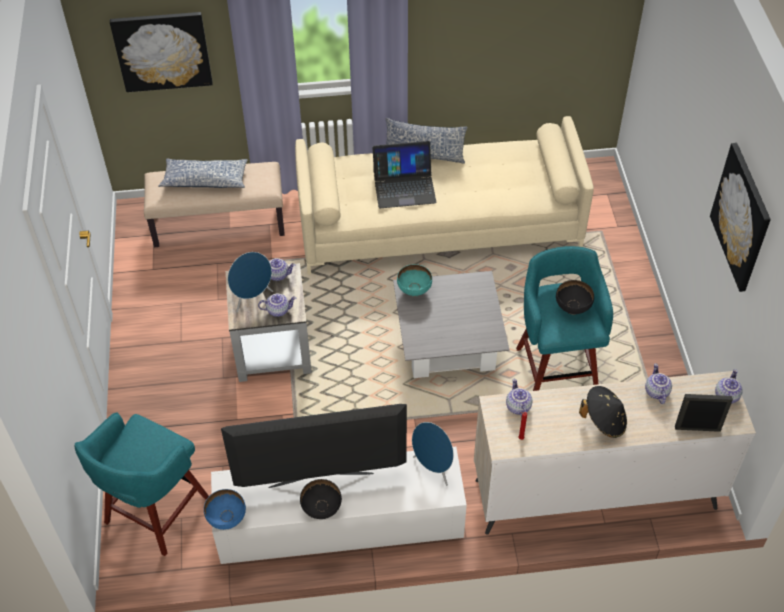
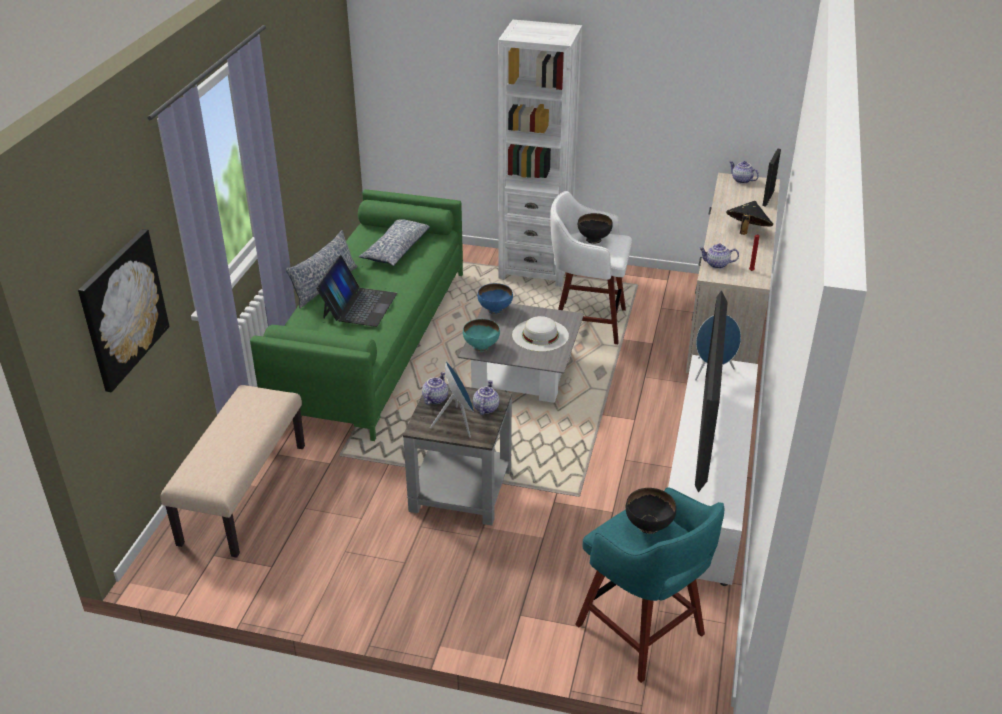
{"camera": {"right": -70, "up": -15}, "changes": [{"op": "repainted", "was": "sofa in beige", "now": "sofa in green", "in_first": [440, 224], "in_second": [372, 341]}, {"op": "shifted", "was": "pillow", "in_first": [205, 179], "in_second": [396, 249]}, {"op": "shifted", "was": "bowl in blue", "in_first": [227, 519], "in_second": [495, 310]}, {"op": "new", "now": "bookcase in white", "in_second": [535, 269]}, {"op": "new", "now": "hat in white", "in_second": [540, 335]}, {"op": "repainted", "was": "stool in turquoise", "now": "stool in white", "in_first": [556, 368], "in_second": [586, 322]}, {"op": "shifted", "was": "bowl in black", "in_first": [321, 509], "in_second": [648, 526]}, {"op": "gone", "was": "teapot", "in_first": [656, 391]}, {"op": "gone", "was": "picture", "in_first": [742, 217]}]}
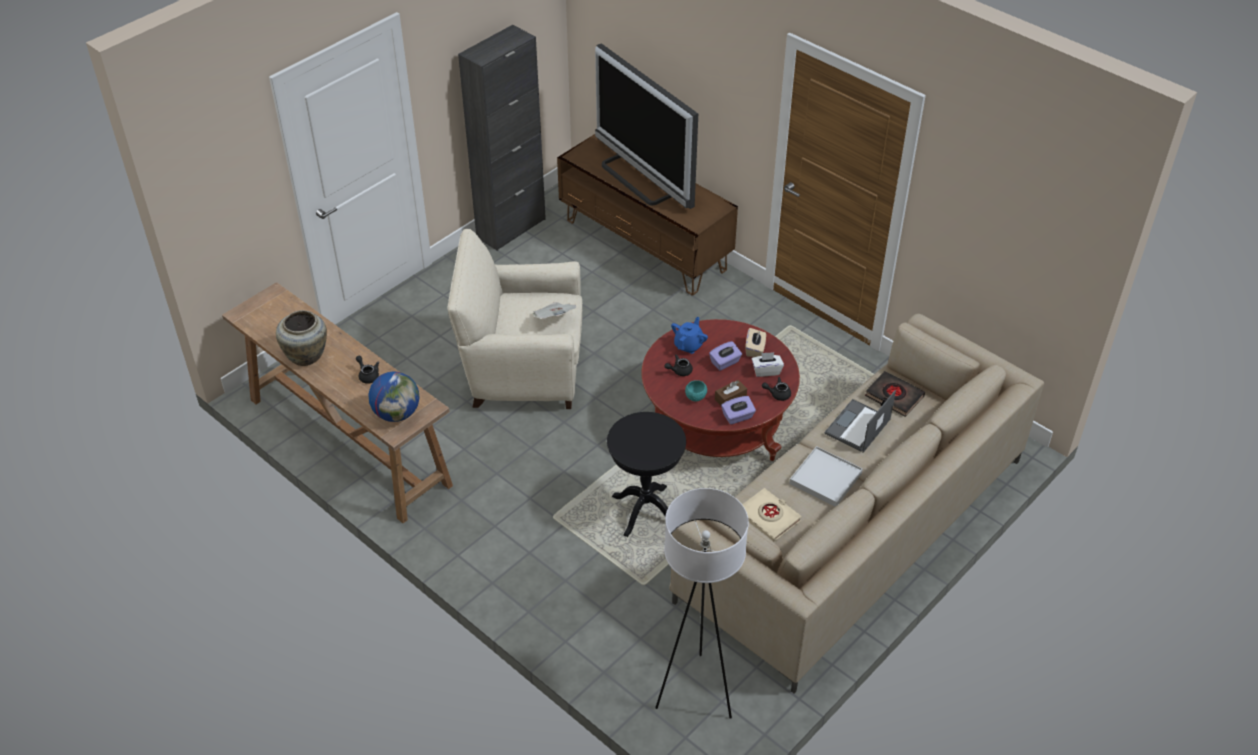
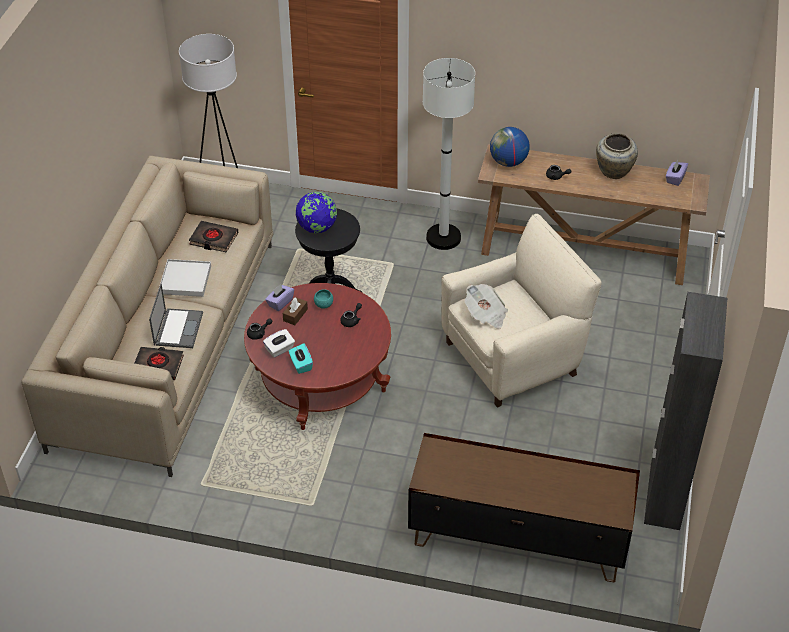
{"camera": {"right": 150, "up": 0}, "changes": [{"op": "repainted", "was": "book in beige", "now": "book in black", "in_first": [769, 517], "in_second": [213, 239]}, {"op": "repainted", "was": "tissue box in beige", "now": "tissue box in turquoise", "in_first": [755, 349], "in_second": [301, 365]}, {"op": "new", "now": "globe", "in_second": [317, 228]}, {"op": "new", "now": "floor lamp in white", "in_second": [443, 238]}, {"op": "shifted", "was": "tissue box in purple", "in_first": [725, 362], "in_second": [675, 178]}, {"op": "gone", "was": "television", "in_first": [640, 179]}, {"op": "gone", "was": "teapot in blue", "in_first": [689, 345]}]}
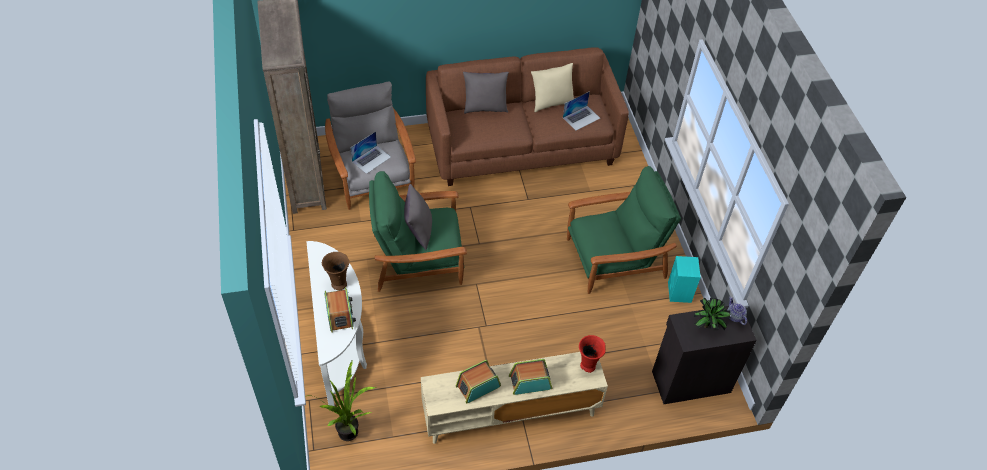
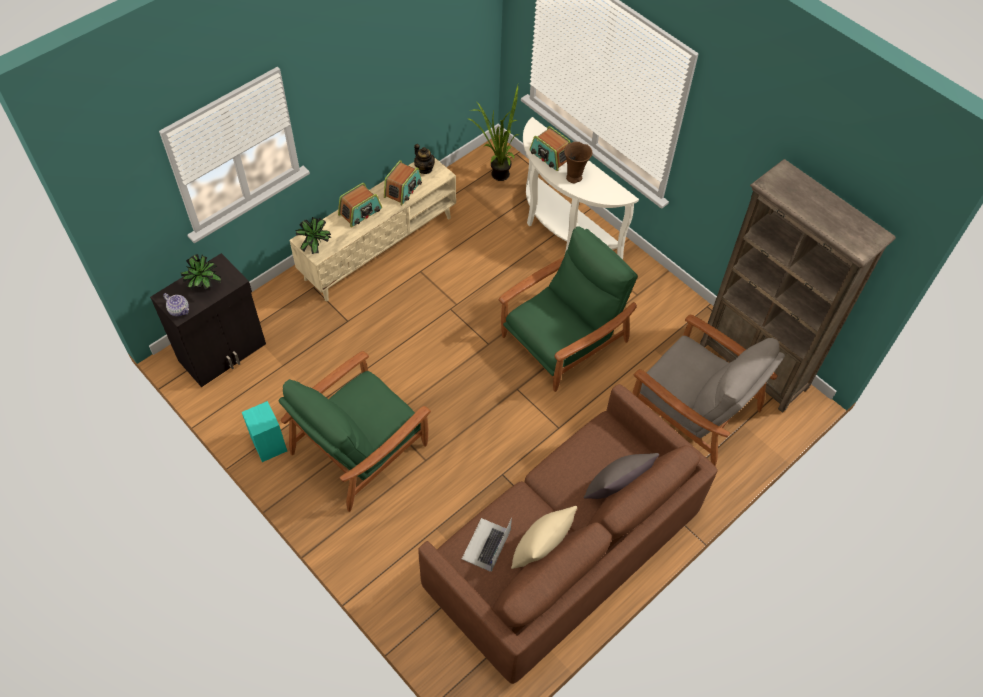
{"camera": {"right": 150, "up": 5}, "changes": [{"op": "swapped", "was": "vase in red", "now": "potted plant", "in_first": [588, 366], "in_second": [315, 247]}, {"op": "new", "now": "teapot", "in_second": [424, 168]}, {"op": "gone", "was": "laptop", "in_first": [371, 159]}, {"op": "gone", "was": "pillow in grey", "in_first": [418, 231]}]}
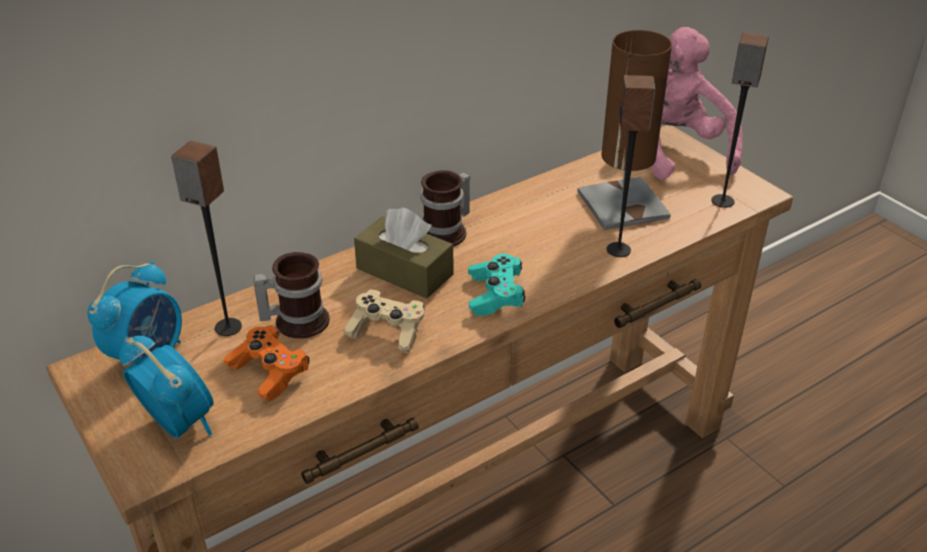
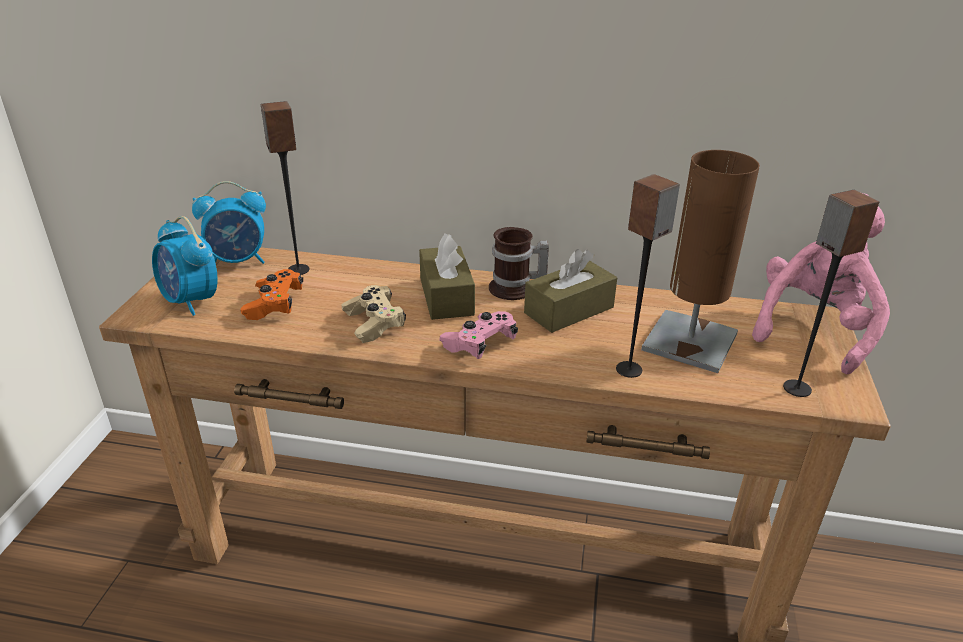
{"camera": {"right": 45, "up": -5}, "changes": [{"op": "rotated", "was": "alarm clock", "in_first": [177, 423], "in_second": [191, 301], "clockwise": 135}, {"op": "repainted", "was": "game controller in turquoise", "now": "game controller in pink", "in_first": [495, 295], "in_second": [479, 344]}, {"op": "new", "now": "tissue box in brown", "in_second": [569, 310]}, {"op": "gone", "was": "mug", "in_first": [296, 320]}]}
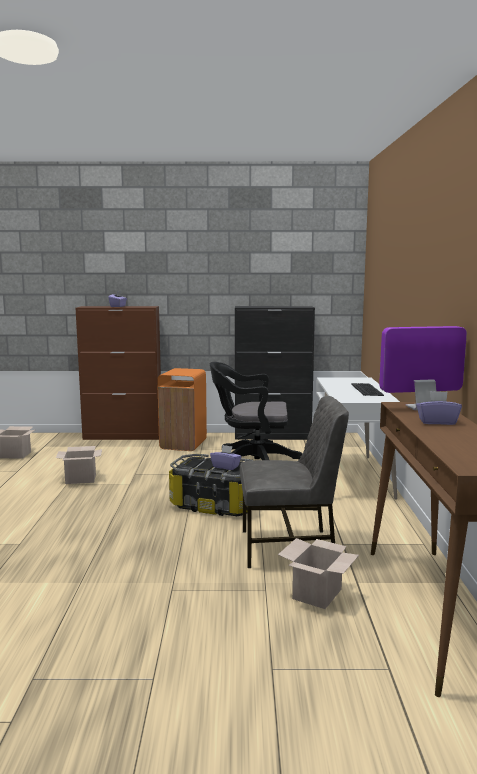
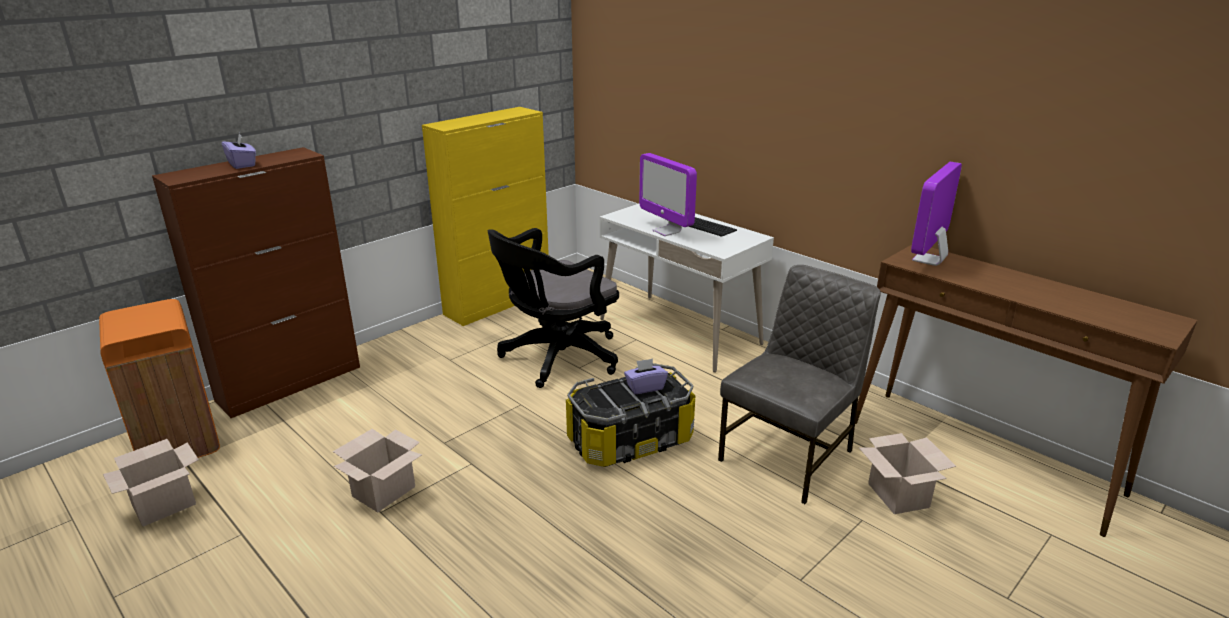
{"camera": {"right": -45, "up": 15}, "changes": [{"op": "shifted", "was": "trash can in orange", "in_first": [184, 444], "in_second": [180, 442]}, {"op": "repainted", "was": "cabinet in black", "now": "cabinet in yellow", "in_first": [273, 436], "in_second": [498, 302]}, {"op": "new", "now": "monitor", "in_second": [667, 231]}, {"op": "gone", "was": "tissue box in purple", "in_first": [437, 422]}]}
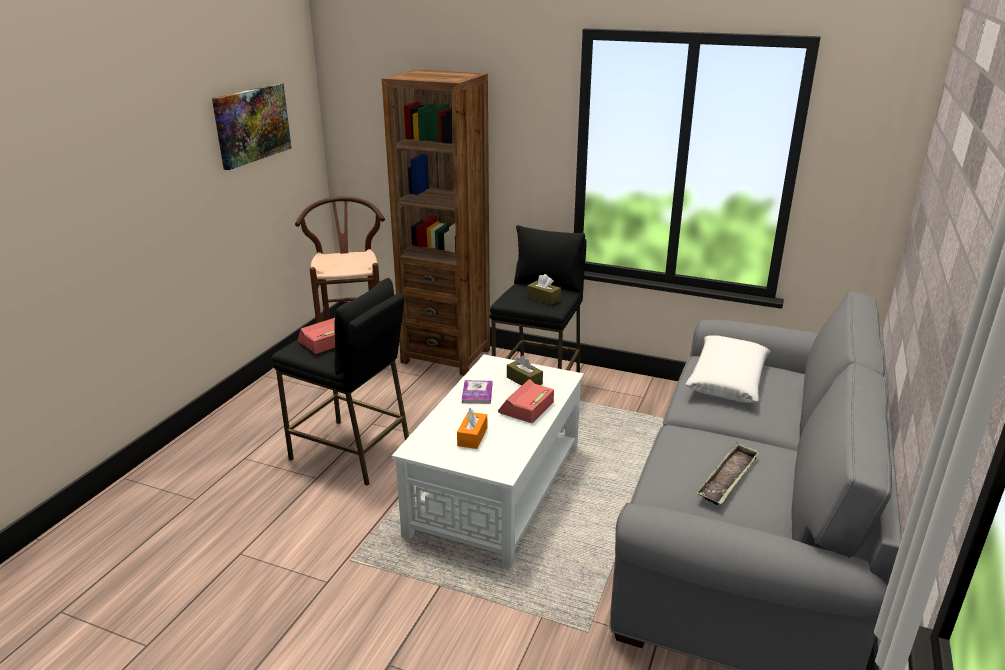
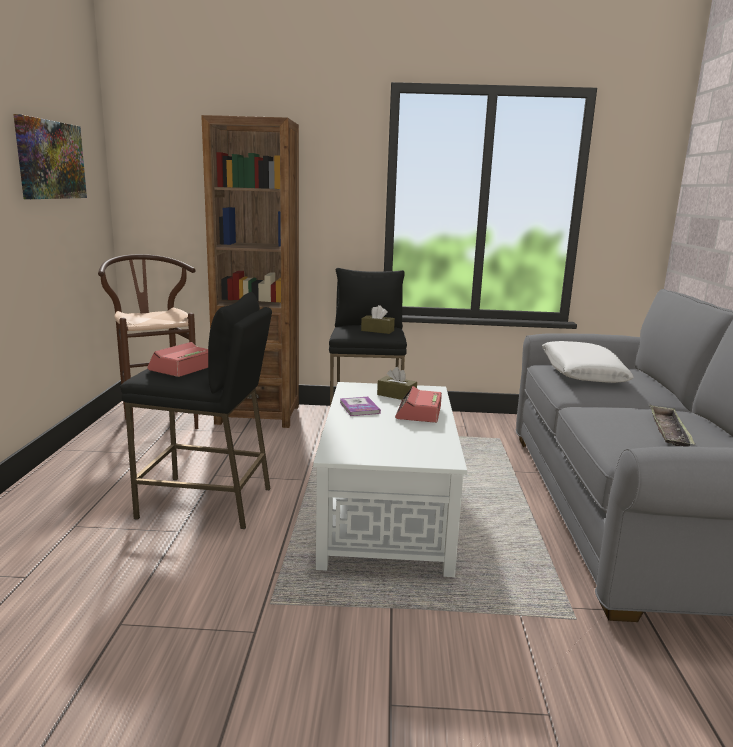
{"camera": {"right": -20, "up": -10}, "changes": [{"op": "gone", "was": "tissue box in orange", "in_first": [472, 437]}]}
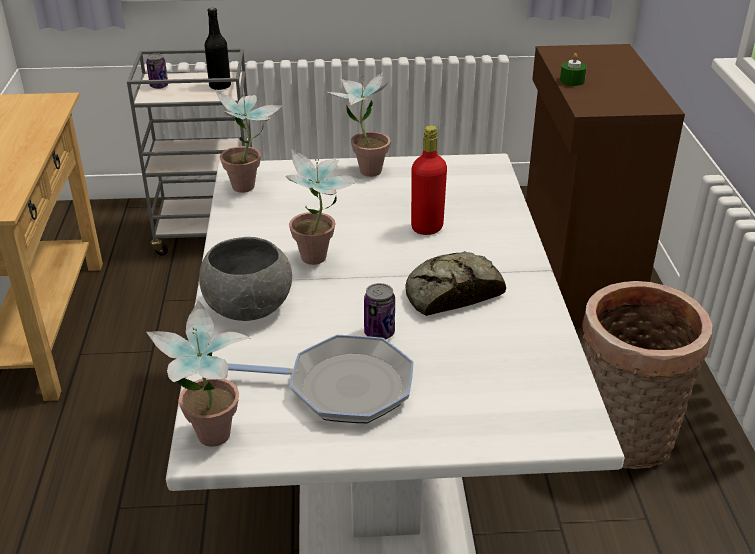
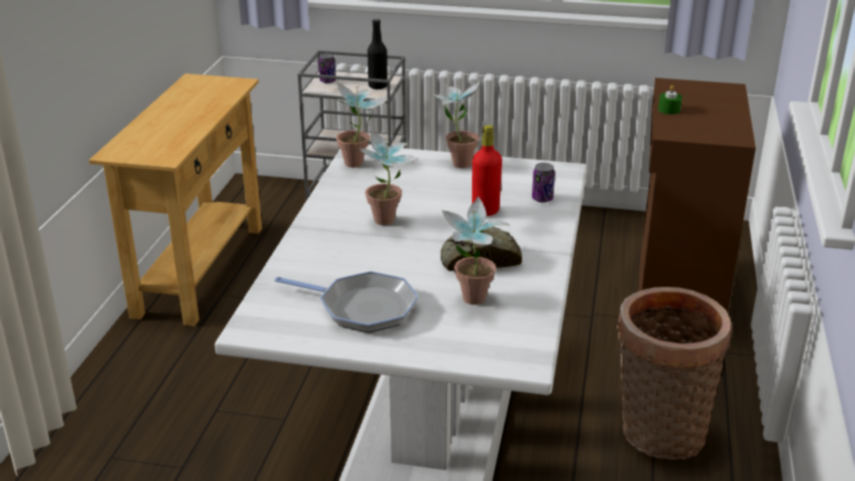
{"camera": {"right": 15, "up": -5}, "changes": [{"op": "shifted", "was": "potted plant", "in_first": [212, 444], "in_second": [472, 303]}, {"op": "shifted", "was": "can", "in_first": [379, 333], "in_second": [542, 199]}, {"op": "gone", "was": "bowl in grey", "in_first": [249, 307]}]}
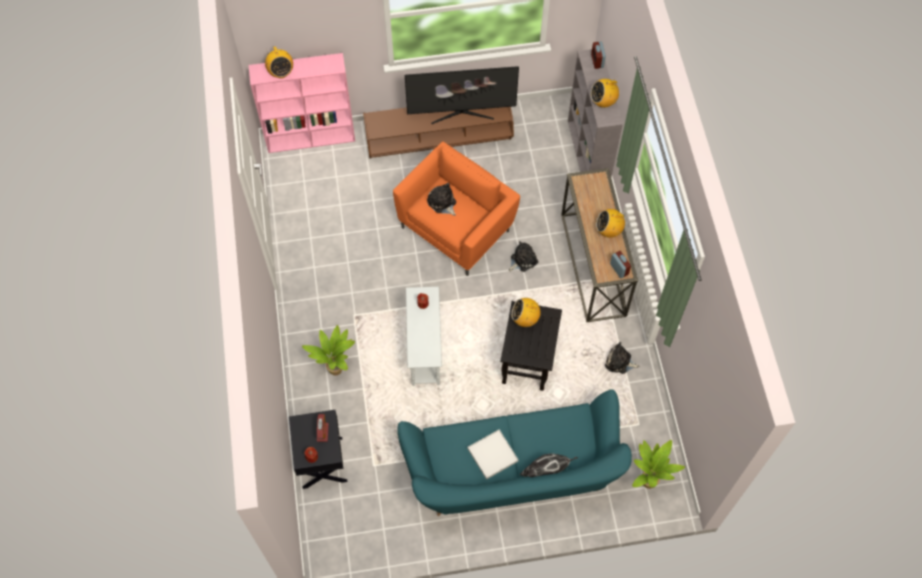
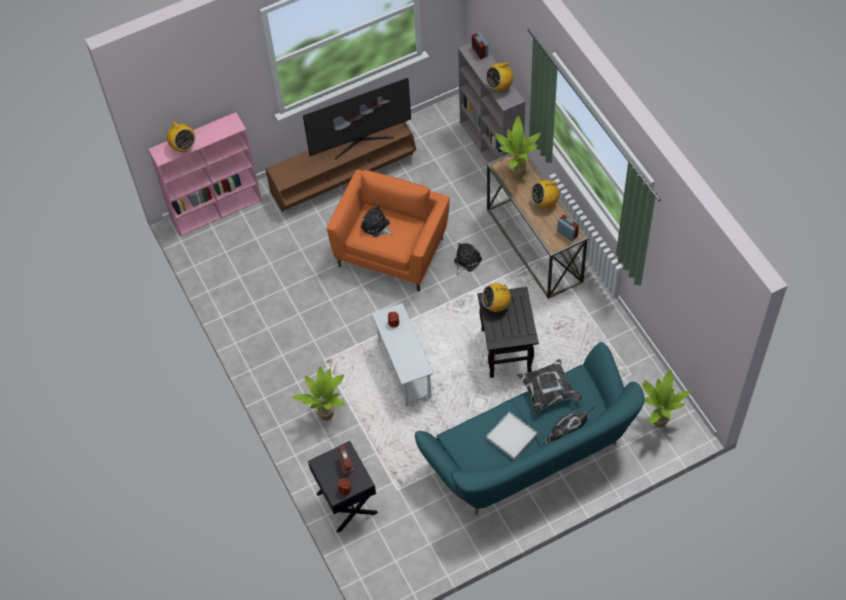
{"camera": {"right": -15, "up": -5}, "changes": [{"op": "new", "now": "potted plant", "in_second": [515, 174]}, {"op": "new", "now": "pillow", "in_second": [548, 392]}, {"op": "gone", "was": "plush toy", "in_first": [619, 362]}]}
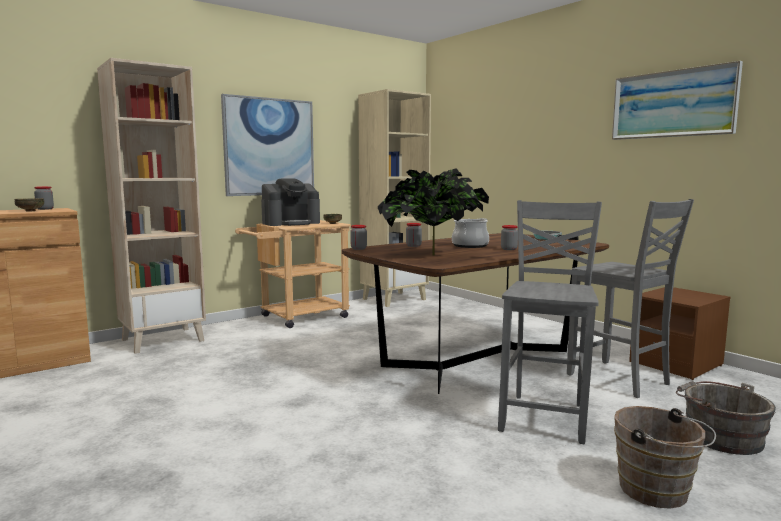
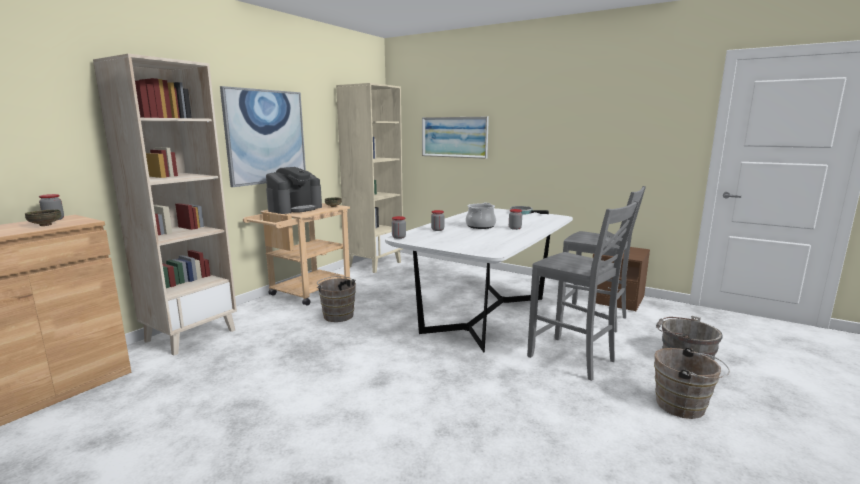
{"camera": {"right": -20, "up": 5}, "changes": [{"op": "new", "now": "bucket in brown", "in_second": [338, 315]}, {"op": "repainted", "was": "dining table in brown", "now": "dining table in white", "in_first": [476, 359], "in_second": [485, 315]}, {"op": "shifted", "was": "picture", "in_first": [672, 104], "in_second": [454, 137]}, {"op": "rotated", "was": "chair in grey", "in_first": [546, 417], "in_second": [573, 359], "clockwise": 135}, {"op": "gone", "was": "potted plant", "in_first": [432, 255]}]}
